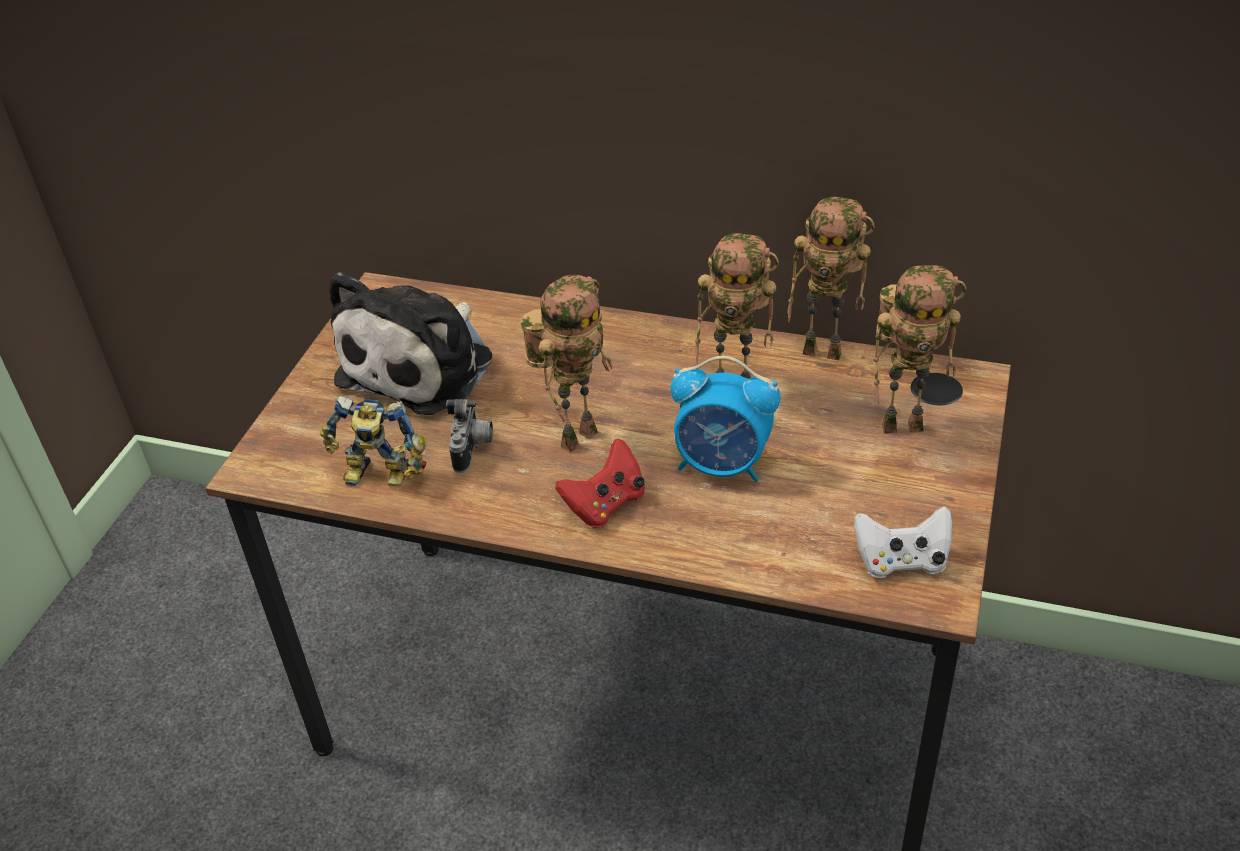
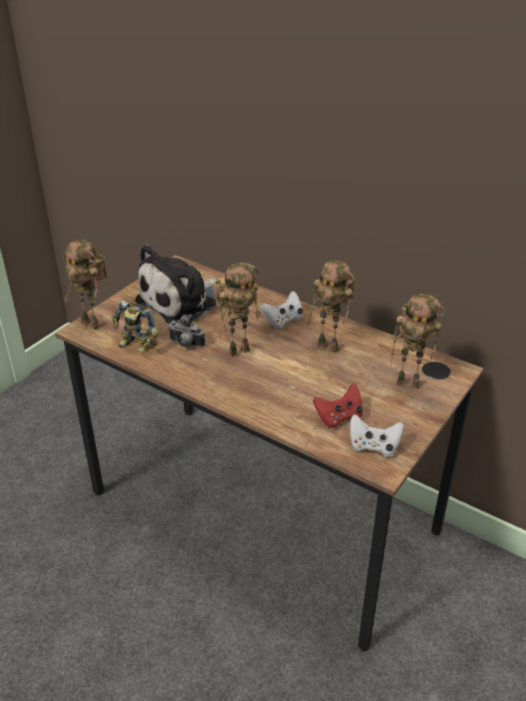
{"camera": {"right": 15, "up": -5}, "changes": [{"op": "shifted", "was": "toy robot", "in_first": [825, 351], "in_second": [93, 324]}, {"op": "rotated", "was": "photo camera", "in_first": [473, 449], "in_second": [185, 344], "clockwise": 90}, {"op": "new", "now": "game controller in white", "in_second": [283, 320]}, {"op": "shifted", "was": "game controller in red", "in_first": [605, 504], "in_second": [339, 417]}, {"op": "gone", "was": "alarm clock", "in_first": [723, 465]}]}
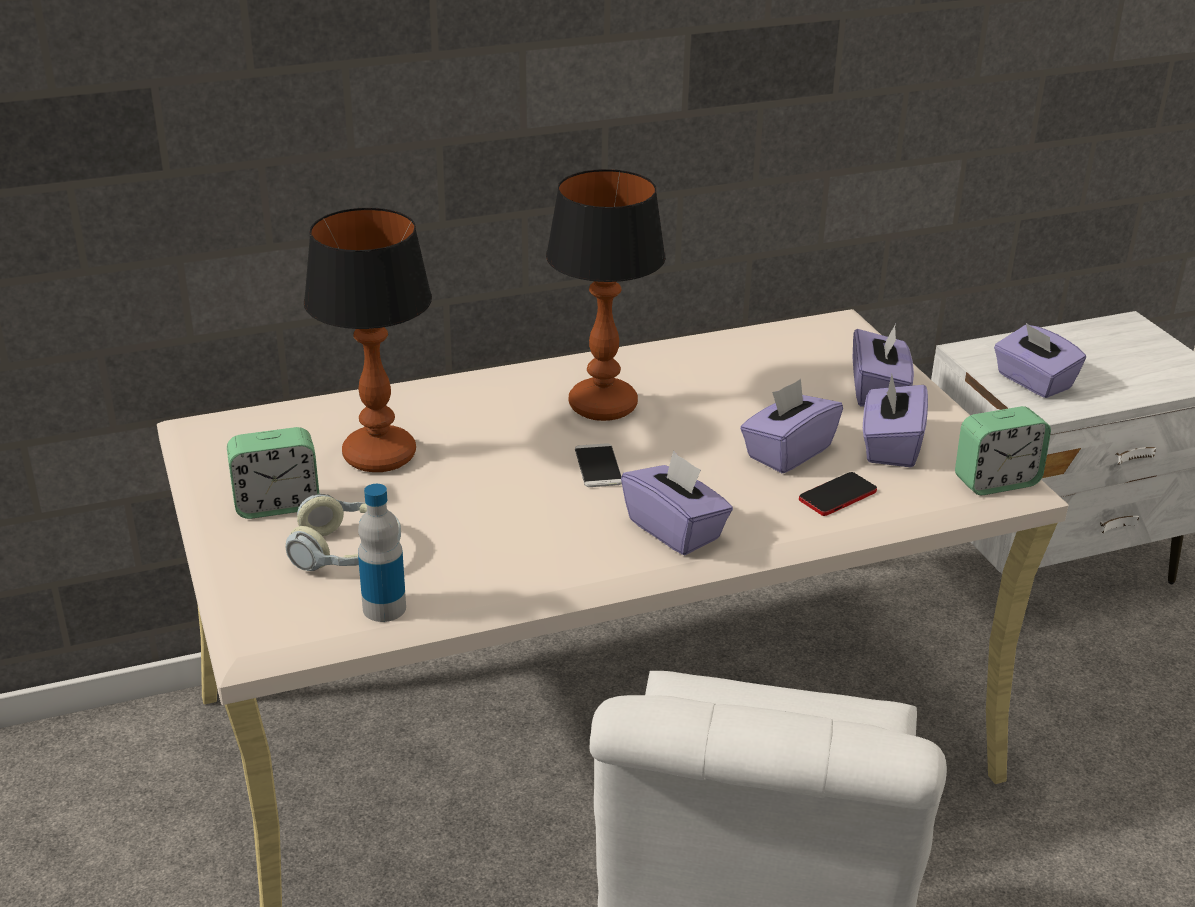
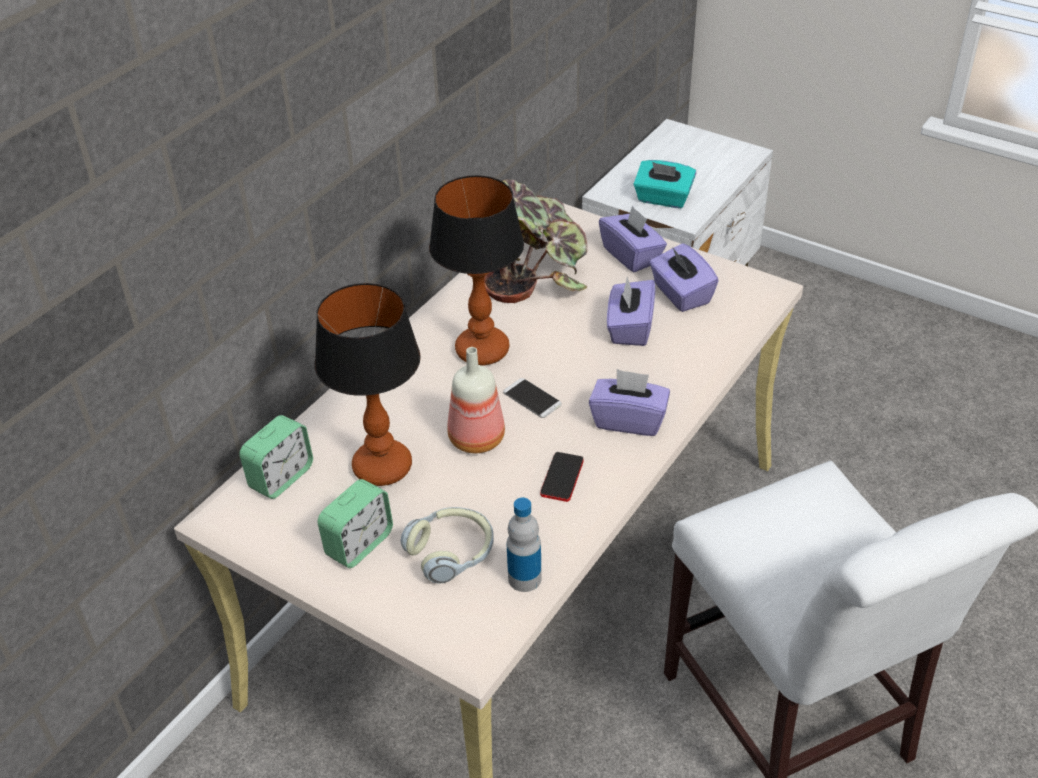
{"camera": {"right": -35, "up": 10}, "changes": [{"op": "shifted", "was": "alarm clock", "in_first": [996, 481], "in_second": [281, 477]}, {"op": "new", "now": "bottle", "in_second": [474, 439]}, {"op": "new", "now": "potted plant", "in_second": [536, 272]}, {"op": "shifted", "was": "phone", "in_first": [837, 495], "in_second": [562, 477]}, {"op": "repainted", "was": "tissue box in purple", "now": "tissue box in turquoise", "in_first": [1033, 382], "in_second": [663, 199]}]}
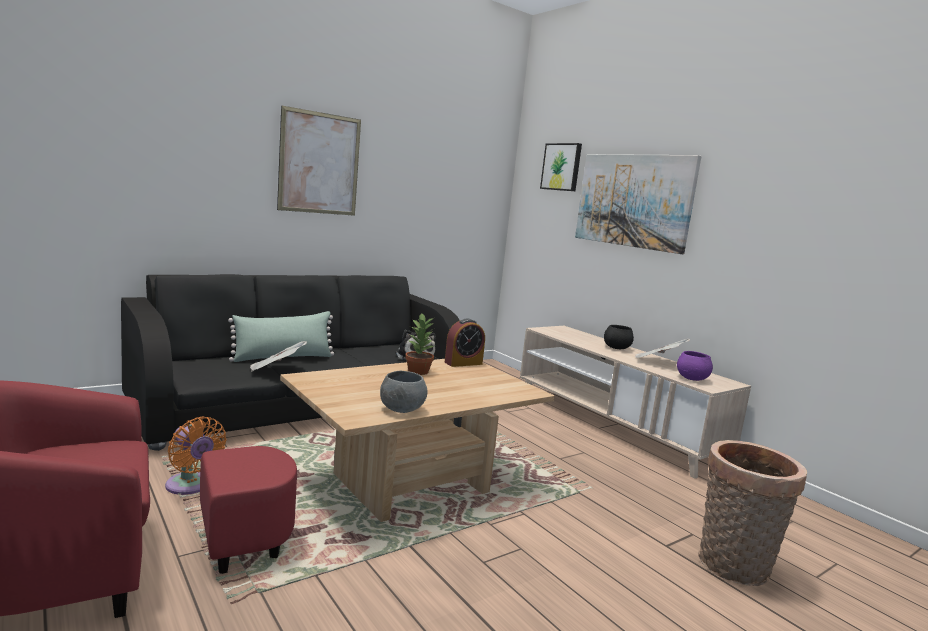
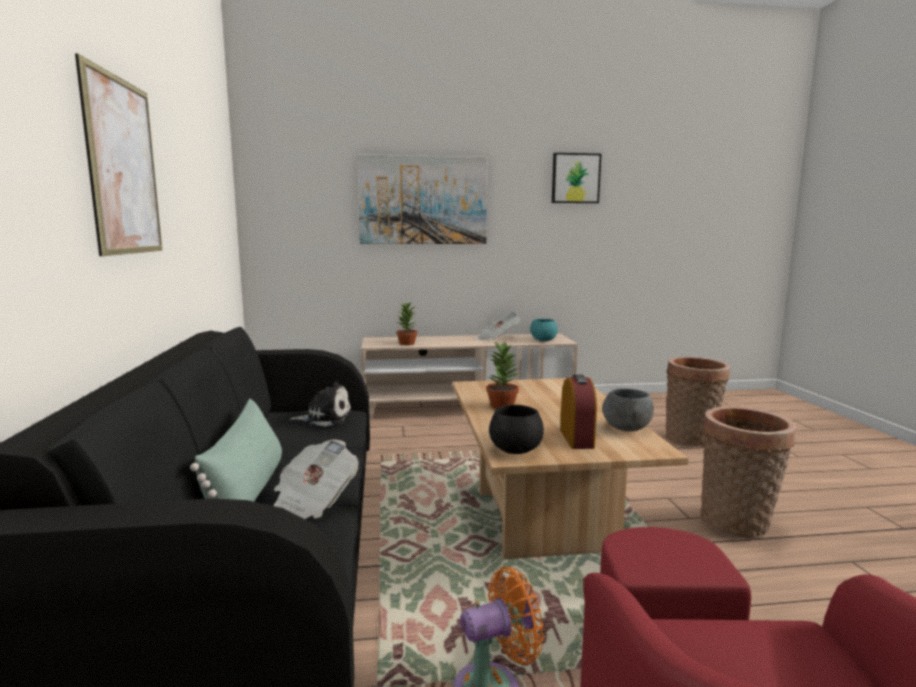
{"camera": {"right": -60, "up": 0}, "changes": [{"op": "new", "now": "potted plant", "in_second": [407, 344]}, {"op": "shifted", "was": "bowl in black", "in_first": [617, 348], "in_second": [516, 450]}, {"op": "repainted", "was": "bowl in purple", "now": "bowl in turquoise", "in_first": [692, 379], "in_second": [543, 340]}, {"op": "shifted", "was": "picture", "in_first": [561, 167], "in_second": [575, 178]}, {"op": "shifted", "was": "alarm clock", "in_first": [463, 363], "in_second": [576, 438]}, {"op": "new", "now": "basket", "in_second": [737, 525]}]}
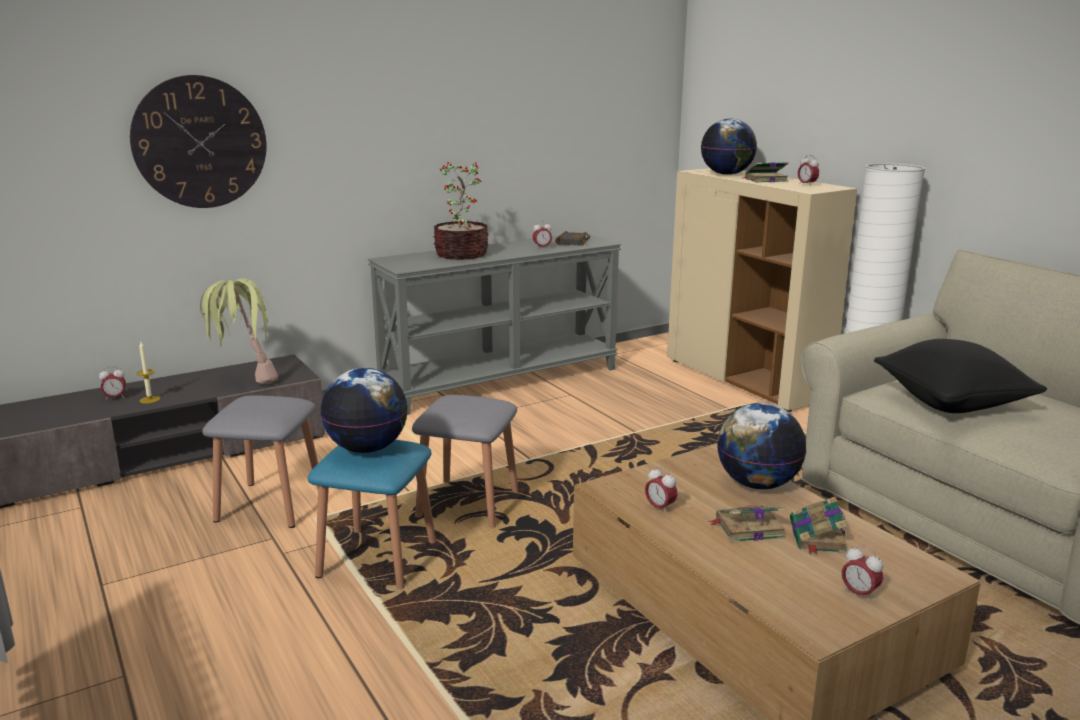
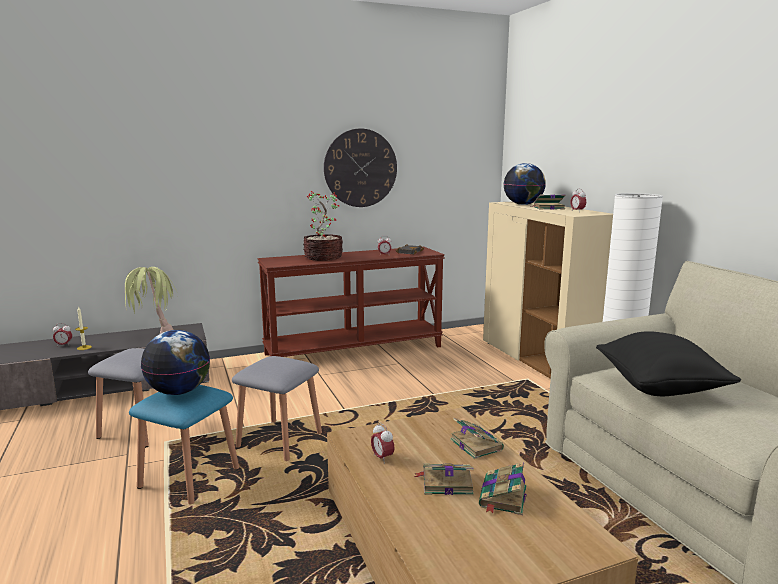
{"camera": {"right": 10, "up": -5}, "changes": [{"op": "repainted", "was": "console table in grey", "now": "console table in brown", "in_first": [500, 380], "in_second": [354, 350]}, {"op": "shifted", "was": "wall clock", "in_first": [200, 142], "in_second": [360, 168]}, {"op": "swapped", "was": "globe", "now": "book", "in_first": [757, 484], "in_second": [475, 444]}, {"op": "gone", "was": "alarm clock", "in_first": [859, 594]}]}
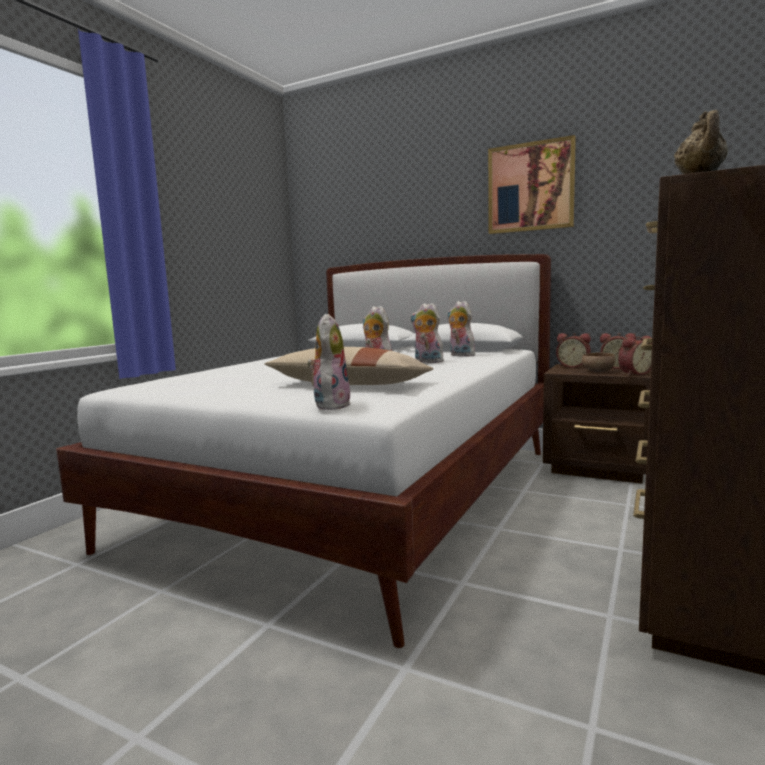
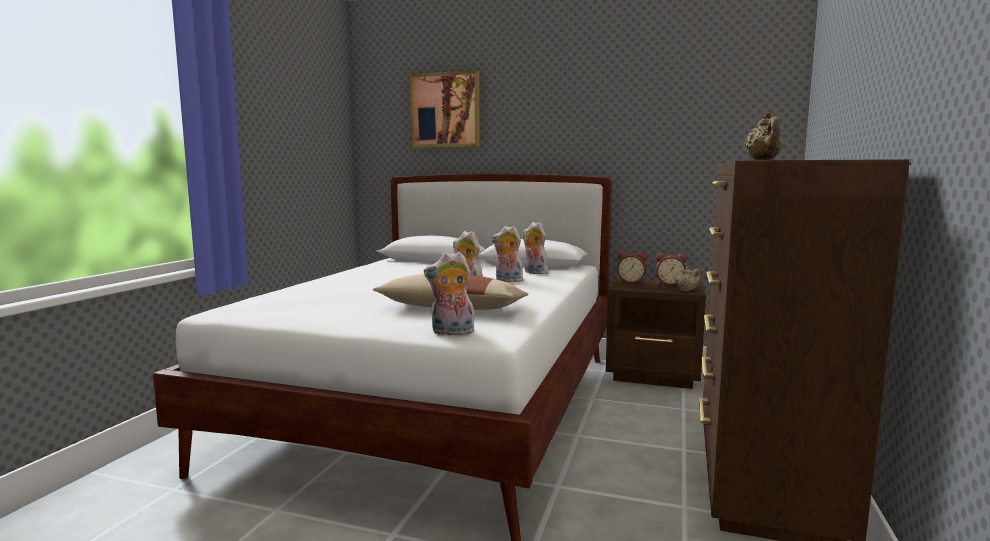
{"camera": {"right": -10, "up": 0}, "changes": [{"op": "shifted", "was": "picture", "in_first": [530, 187], "in_second": [445, 110]}, {"op": "rotated", "was": "plush toy", "in_first": [330, 405], "in_second": [451, 333], "clockwise": -90}, {"op": "swapped", "was": "alarm clock", "now": "teapot in beige", "in_first": [634, 373], "in_second": [686, 291]}, {"op": "gone", "was": "bowl in brown", "in_first": [597, 371]}]}
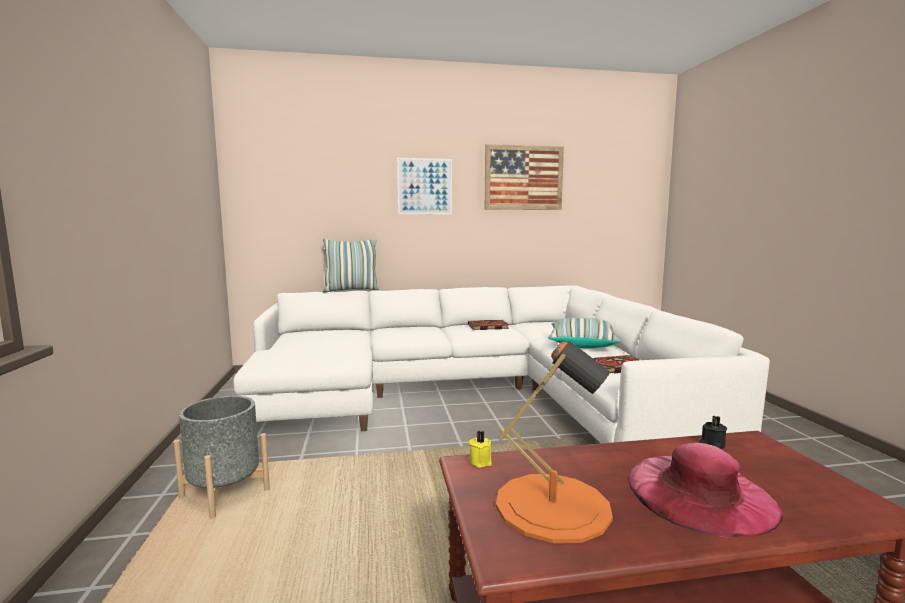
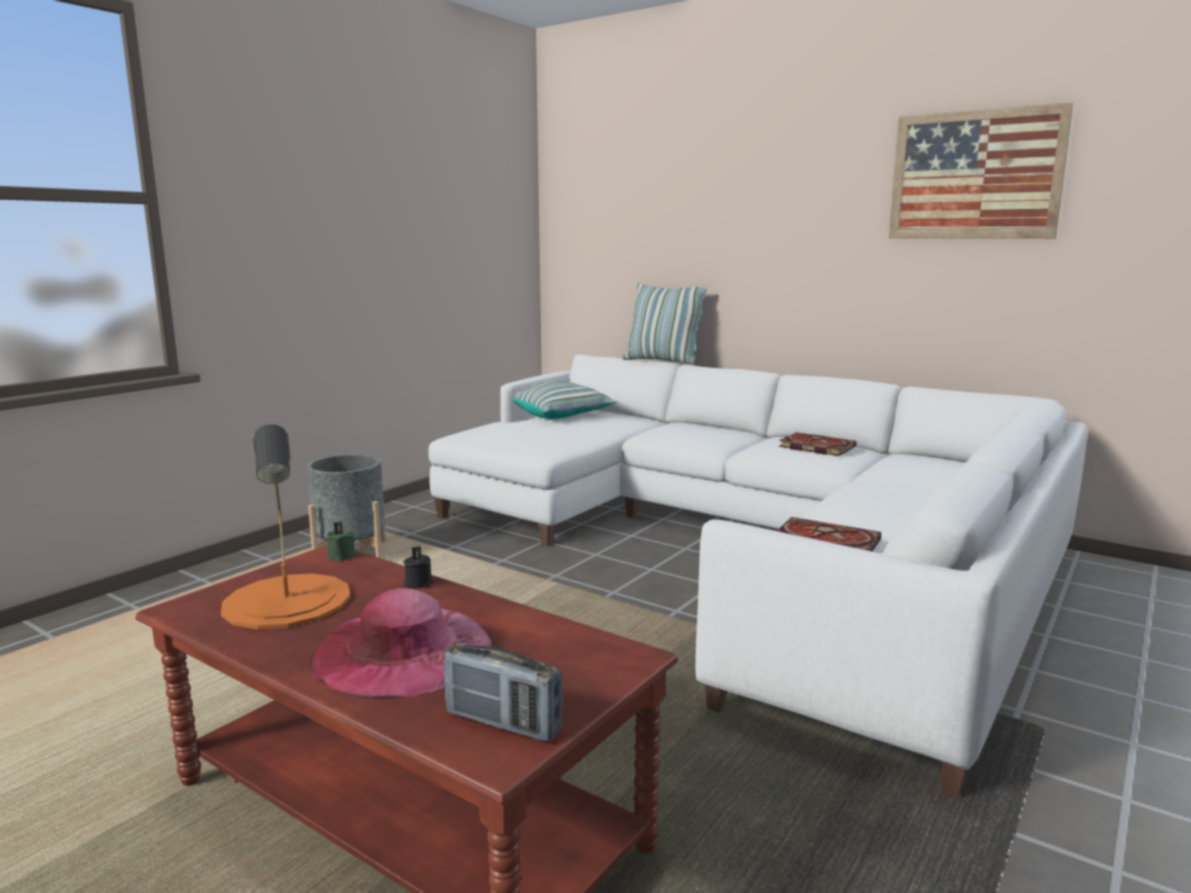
{"camera": {"right": 45, "up": 5}, "changes": [{"op": "repainted", "was": "candle in yellow", "now": "candle in green", "in_first": [481, 461], "in_second": [342, 556]}, {"op": "shifted", "was": "candle in black", "in_first": [712, 444], "in_second": [418, 583]}, {"op": "new", "now": "radio", "in_second": [503, 723]}, {"op": "shifted", "was": "pillow", "in_first": [582, 344], "in_second": [561, 415]}, {"op": "gone", "was": "picture", "in_first": [424, 186]}]}
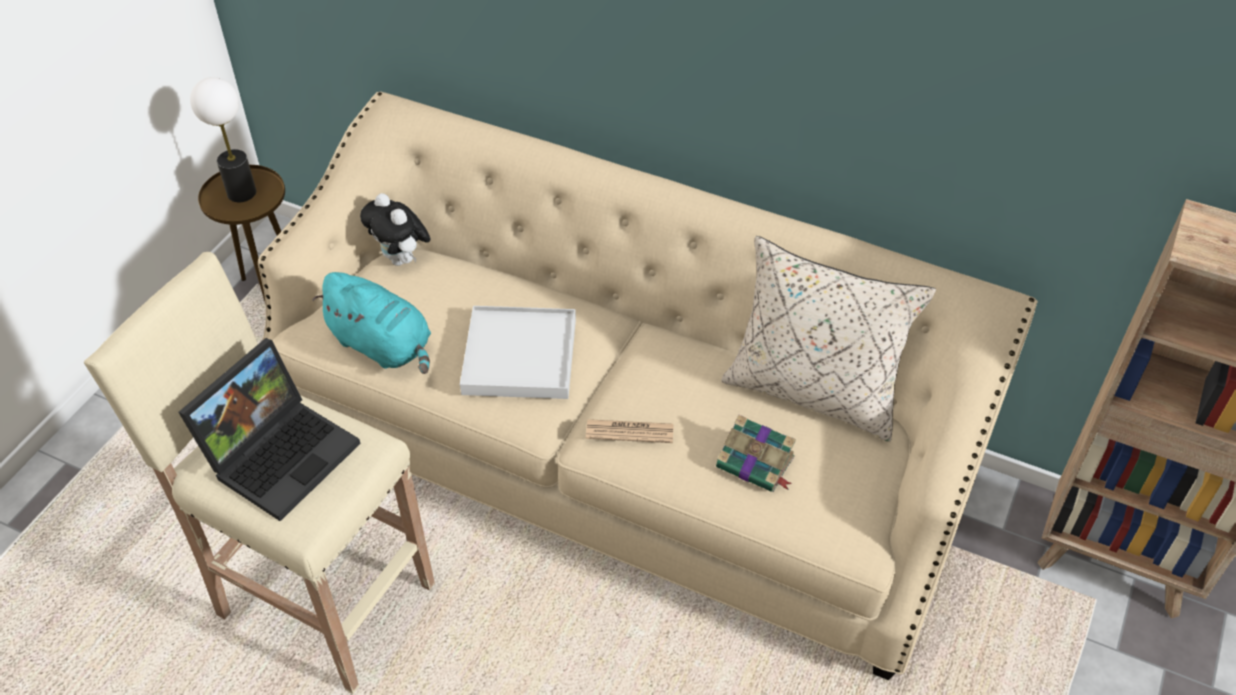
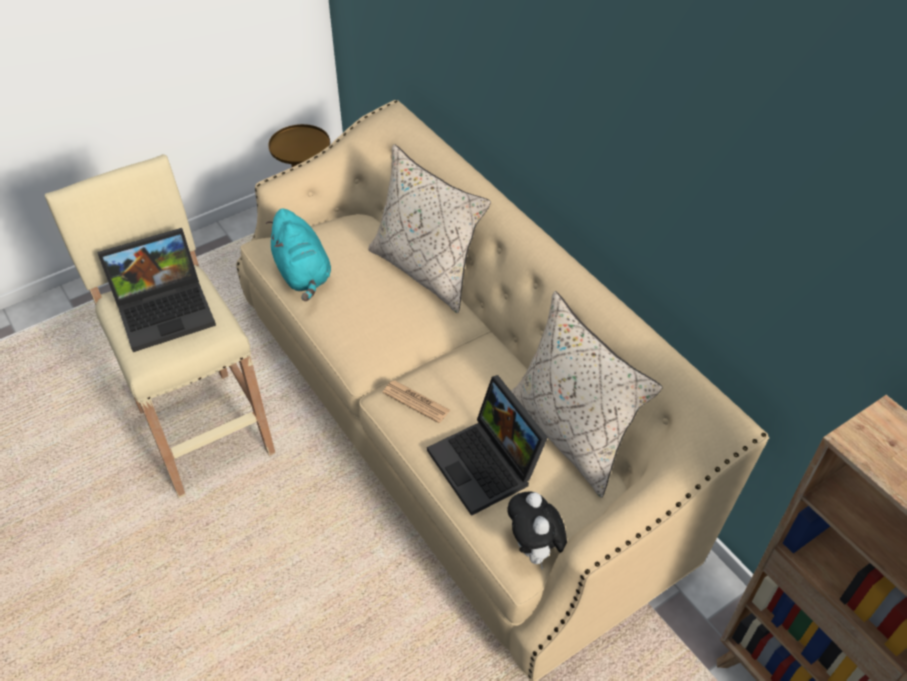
{"camera": {"right": 30, "up": 0}, "changes": [{"op": "new", "now": "pillow in beige", "in_second": [426, 270]}, {"op": "swapped", "was": "book", "now": "laptop", "in_first": [756, 463], "in_second": [487, 465]}, {"op": "shifted", "was": "plush toy", "in_first": [402, 259], "in_second": [535, 550]}, {"op": "gone", "was": "table lamp", "in_first": [242, 192]}, {"op": "gone", "was": "tray in white", "in_first": [520, 357]}]}
